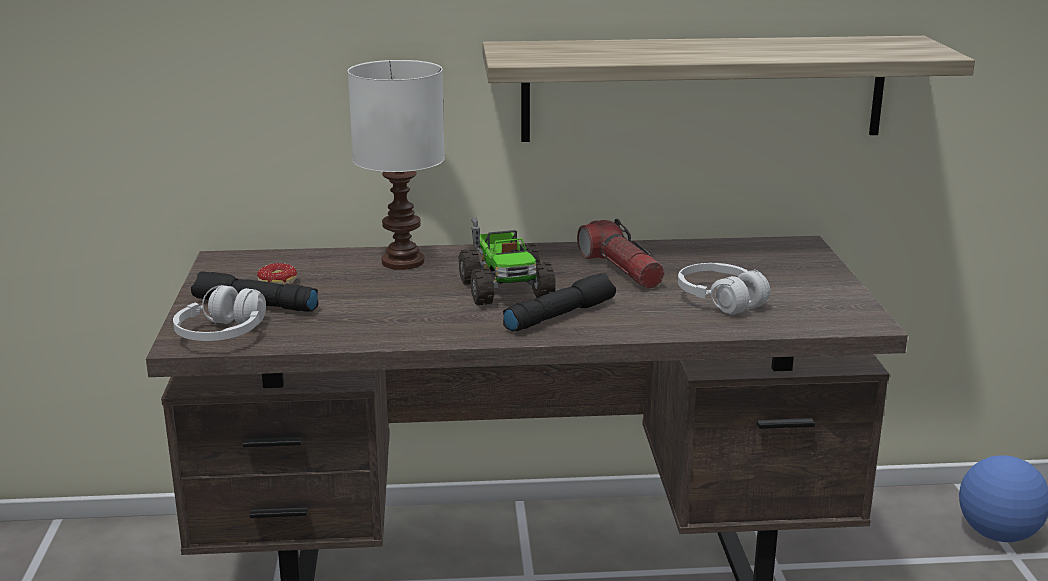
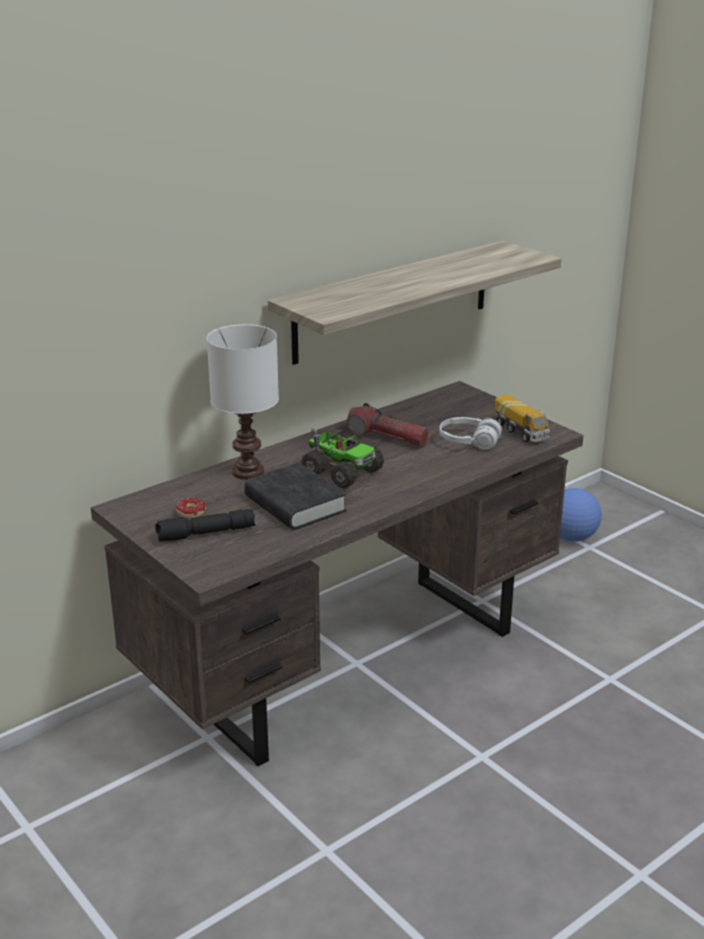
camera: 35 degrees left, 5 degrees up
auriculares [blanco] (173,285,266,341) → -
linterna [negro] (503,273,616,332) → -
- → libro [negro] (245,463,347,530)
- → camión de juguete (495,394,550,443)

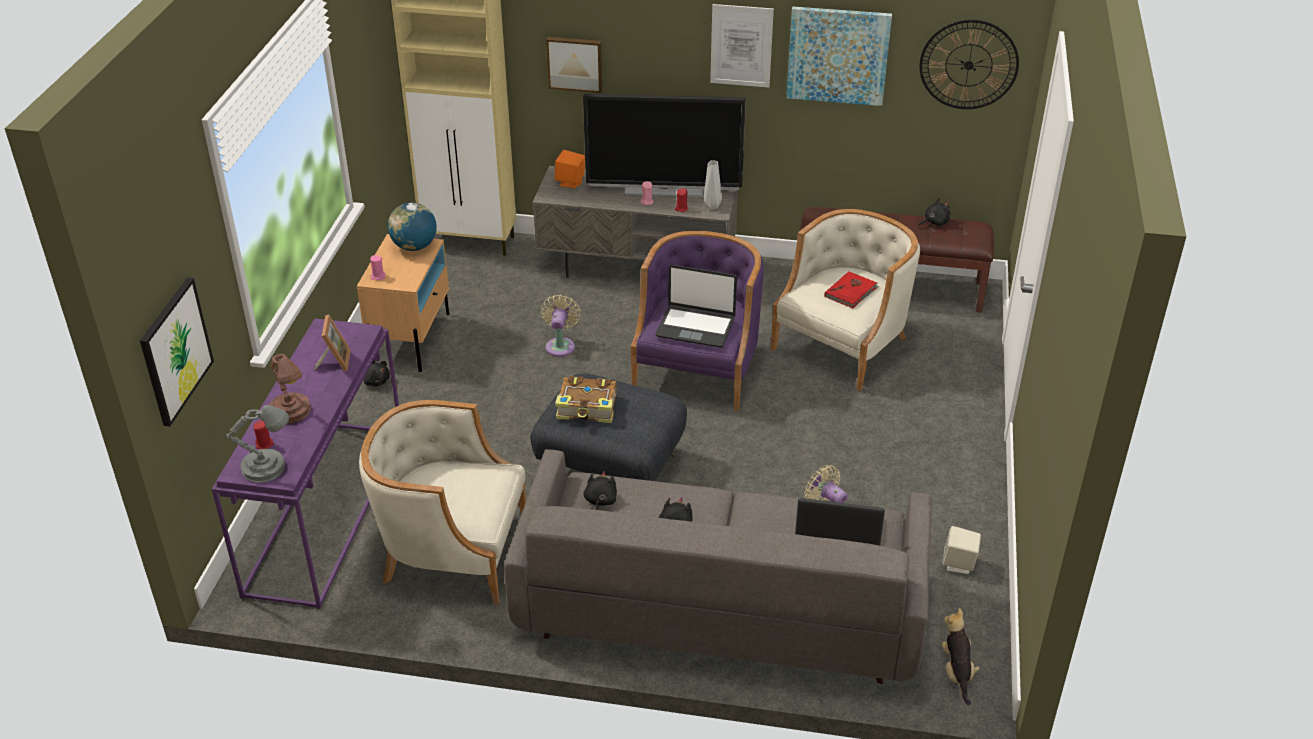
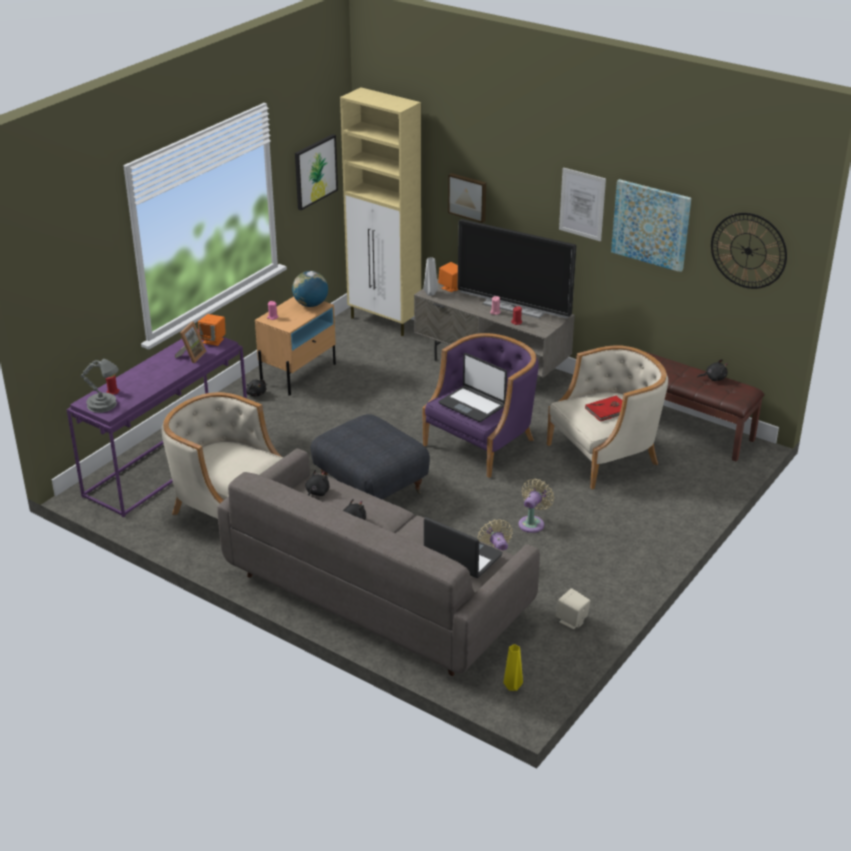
camera: 25 degrees right, 5 degrees down
cuadro (140,277,214,427) → cuadro (295,134,338,210), shifted
lámpara de mesa [marrón] (269,354,311,424) → -
ventilador [beis] (541,295,581,357) → ventilador [beis] (518,479,554,533), shifted
libro (555,376,617,423) → -
florero [gris] (704,160,722,210) → florero [gris] (424,257,438,296), shifted
peluche (942,608,980,705) → florero [amarillo] (503,644,523,691)
- → altavoz [naranja] (198,314,226,346)

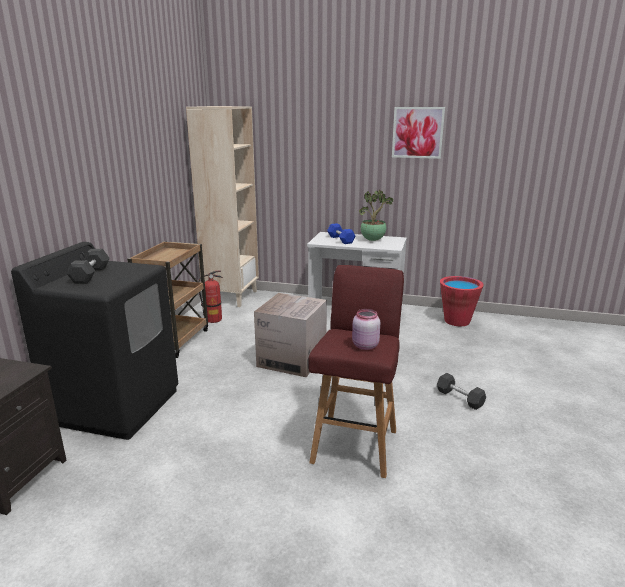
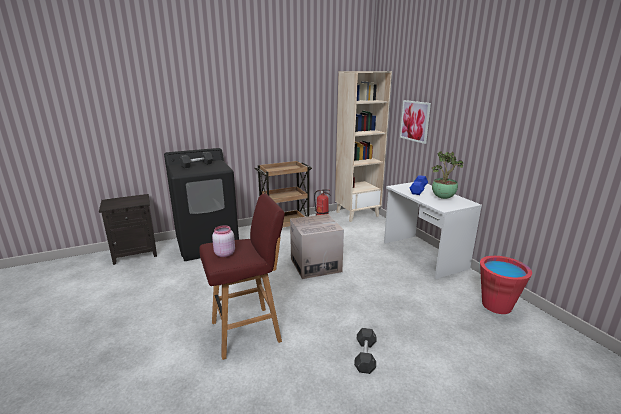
camera: 50 degrees right, 0 degrees up
cuadro (392,107,445,159) → cuadro (400,100,431,144), shifted

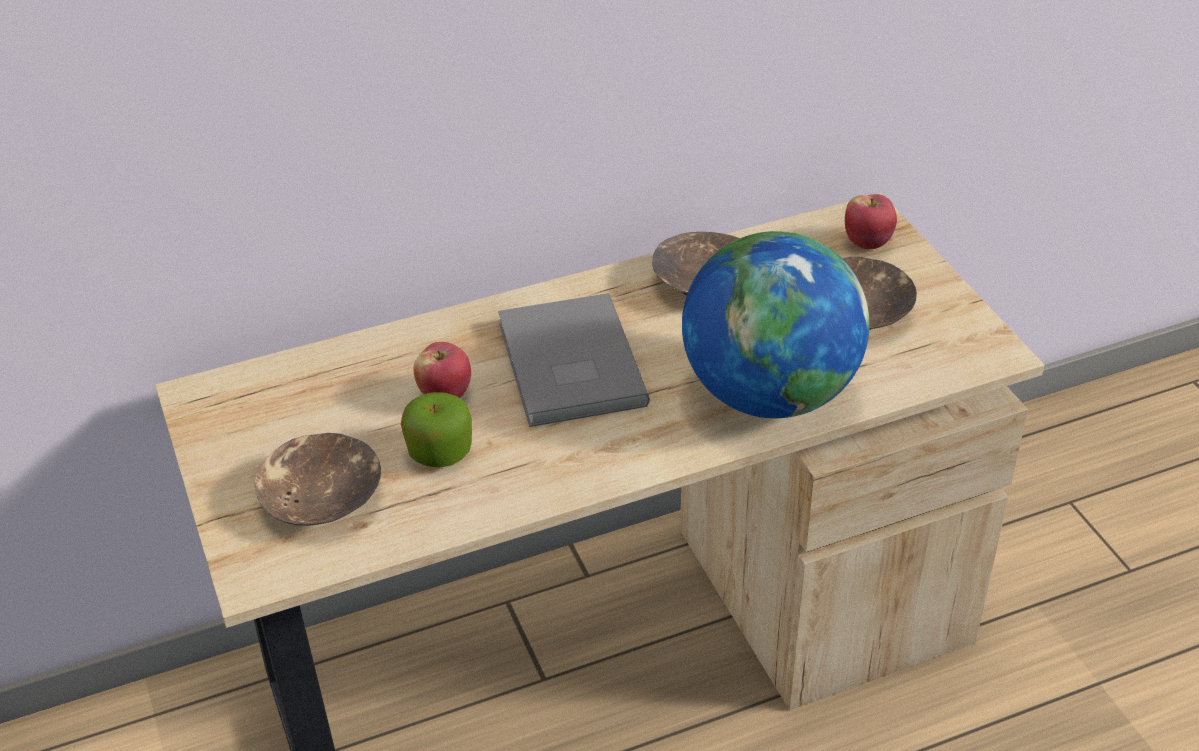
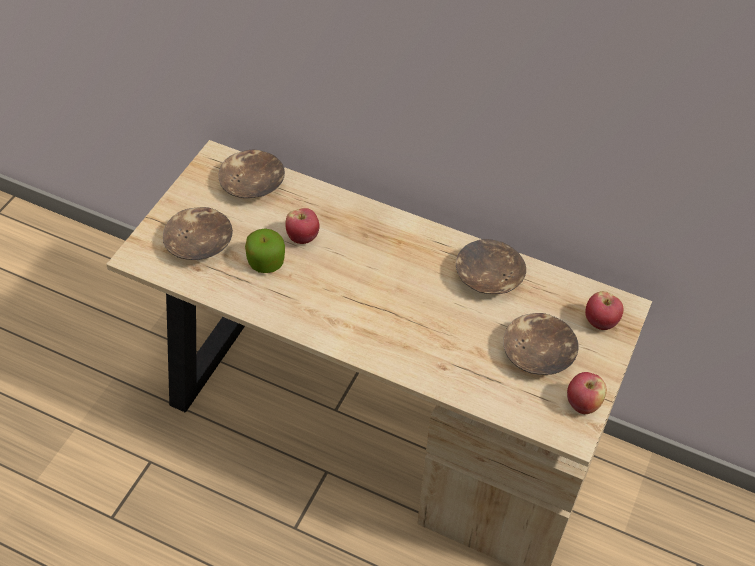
camera: 45 degrees right, 10 degrees up
libro [gris] (498,293,650,427) → -
globo terráqueo (682,231,869,418) → -
- → cuenco [marrón] (218,149,285,198)
- → manzana (567,372,607,414)

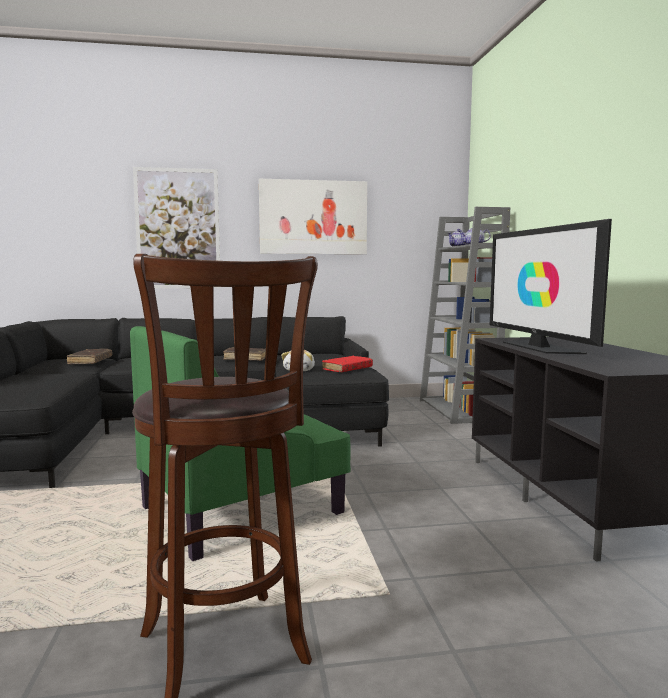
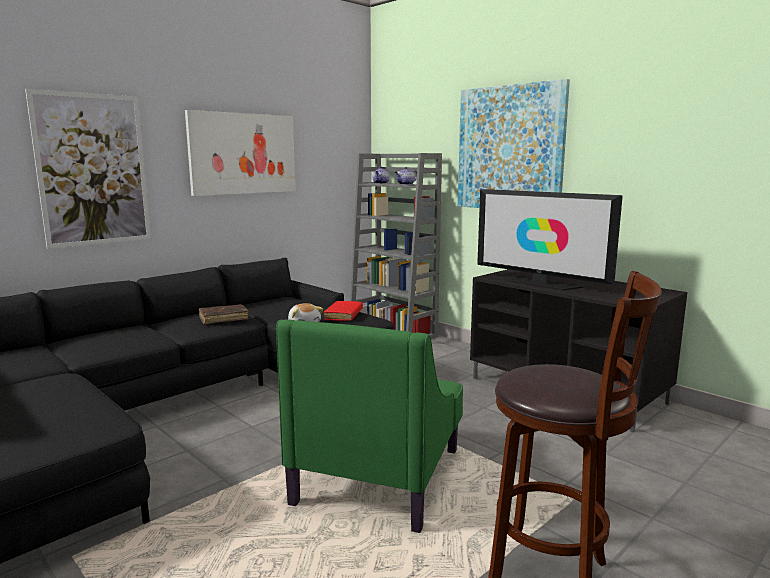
camera: 35 degrees left, 5 degrees up
libro [marrón] (66,349,112,365) → -
- → cuadro (458,79,570,208)

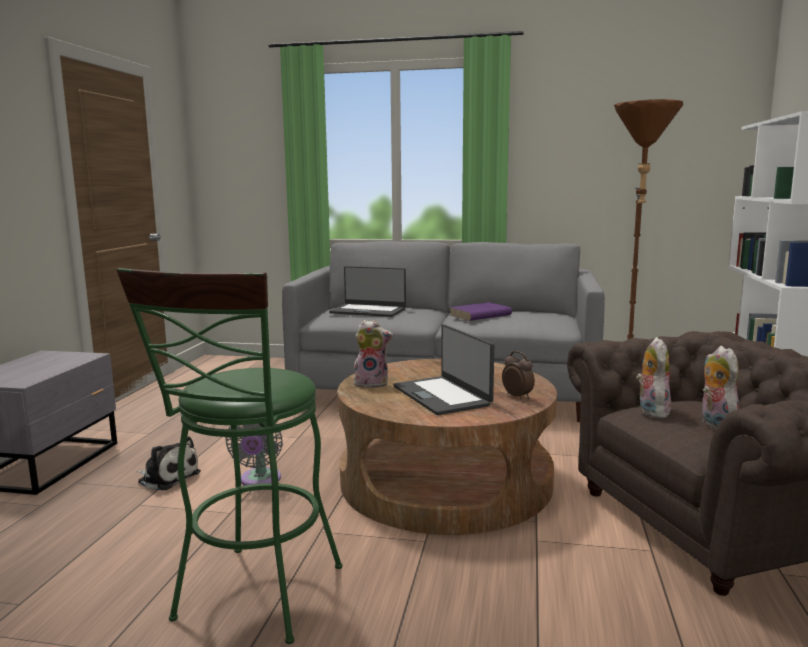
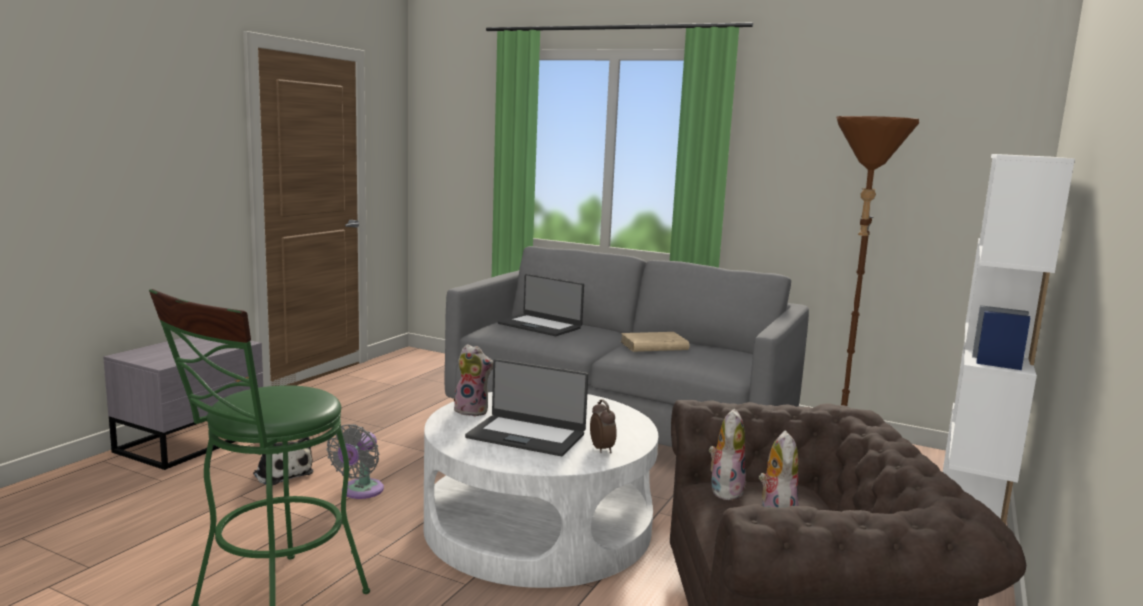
camera: 15 degrees right, 0 degrees up
mesa de centro [marrón] (337,359,557,535) → mesa de centro [blanco] (424,392,658,588)
portátil (393,324,494,415) → portátil (465,359,588,456), 60 degrees counterclockwise
libro [morado] (449,302,512,321) → libro [beis] (621,332,690,352)

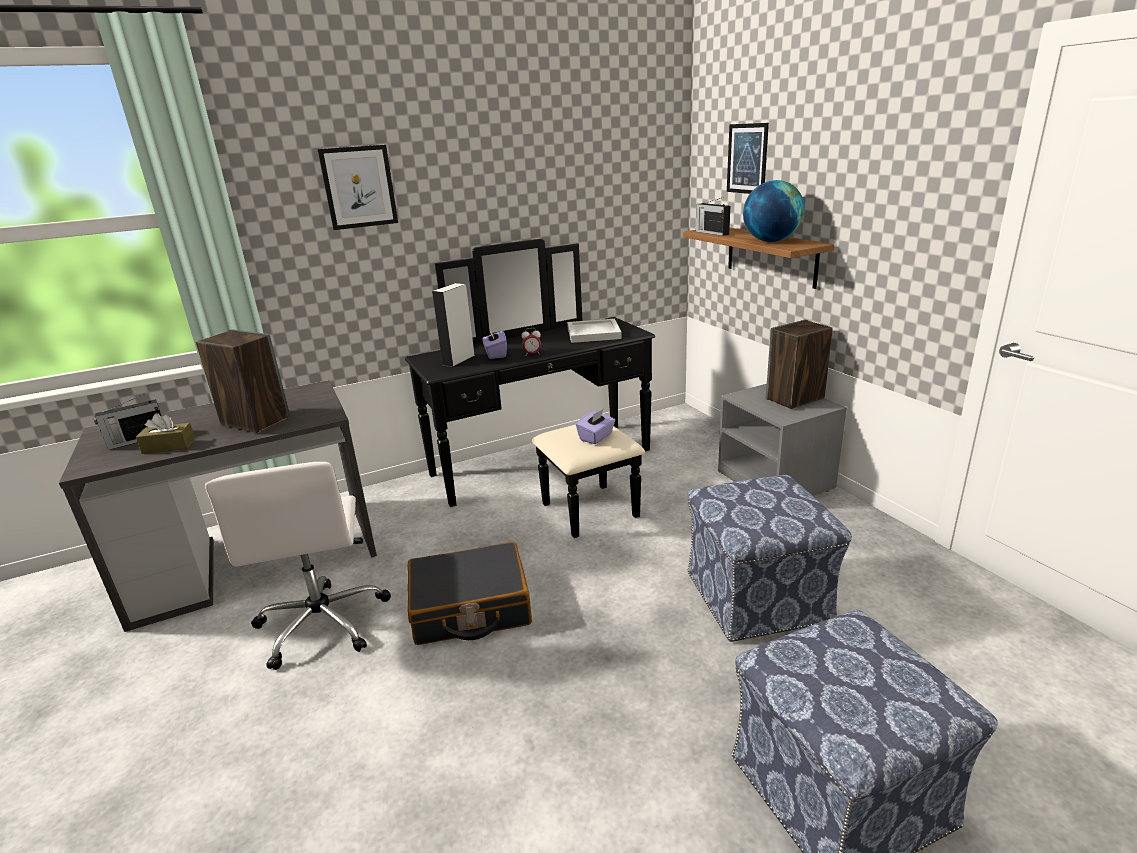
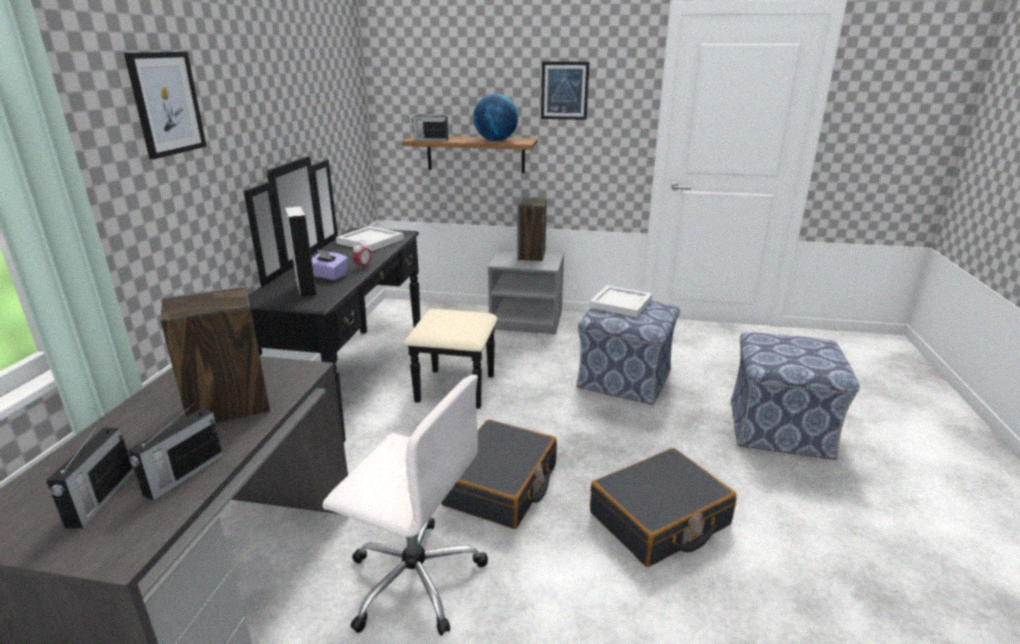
camera: 55 degrees left, 0 degrees up
caja de pañuelos [marrón] (136,413,195,454) → radio (128,402,223,501)
caja de pañuelos [morado] (576,409,615,444) → -
cuadro (727,123,769,194) → cuadro (541,61,590,120), shifted
- → bandeja [blanco] (589,285,652,317)
- → maleta [negro] (590,448,737,567)

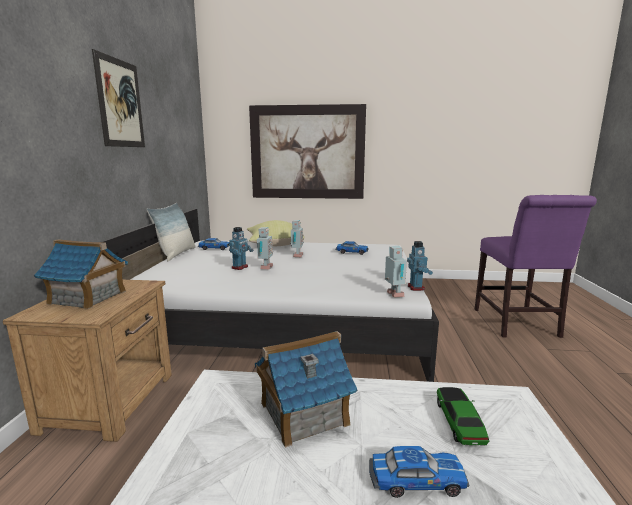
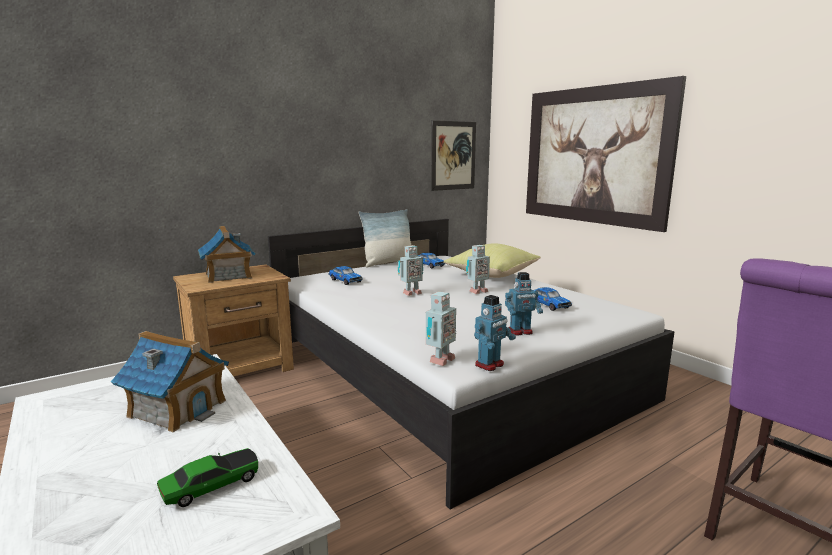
camera: 50 degrees right, 0 degrees up
cuadro (92,49,145,147) → cuadro (431,120,476,191), shifted
robot de juguete (229,227,254,270) → robot de juguete (505,272,543,336), shifted
coche de juguete (369,446,469,498) → coche de juguete (329,266,363,285), shifted

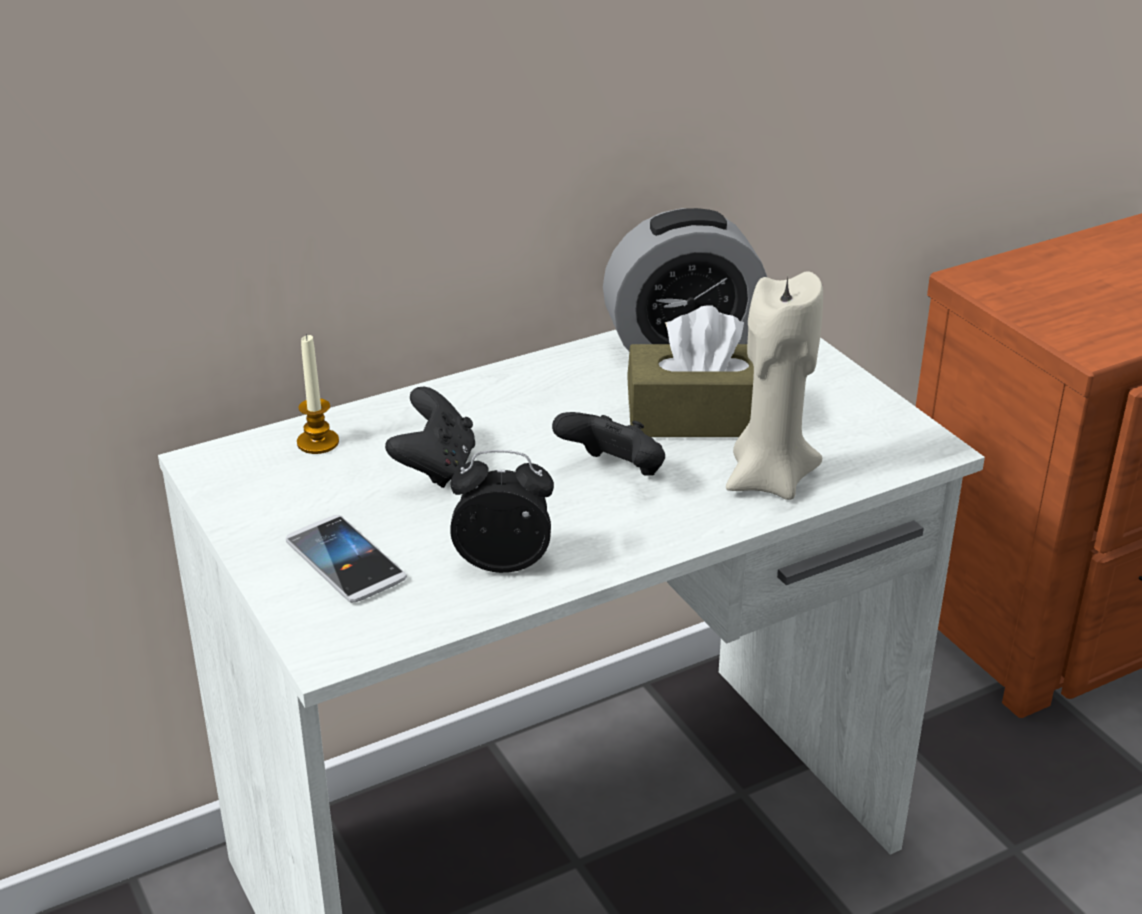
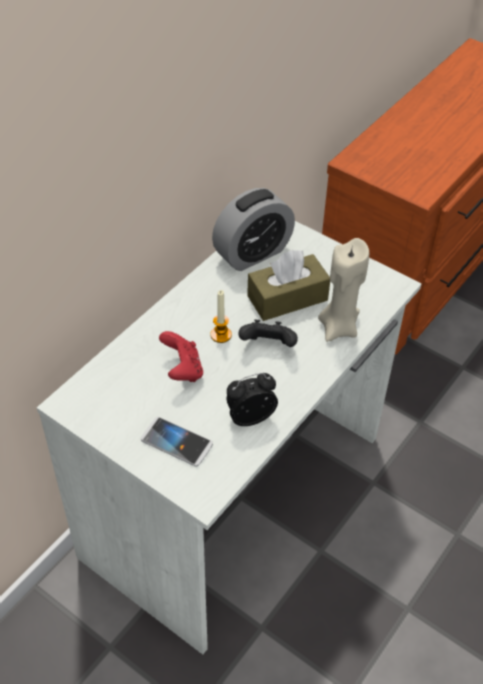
camera: 25 degrees left, 15 degrees up
vela (297,334,339,454) → vela (210,290,232,343), shifted
mando de consola [negro] (385,387,475,488) → mando de consola [rojo] (159,331,203,382)

